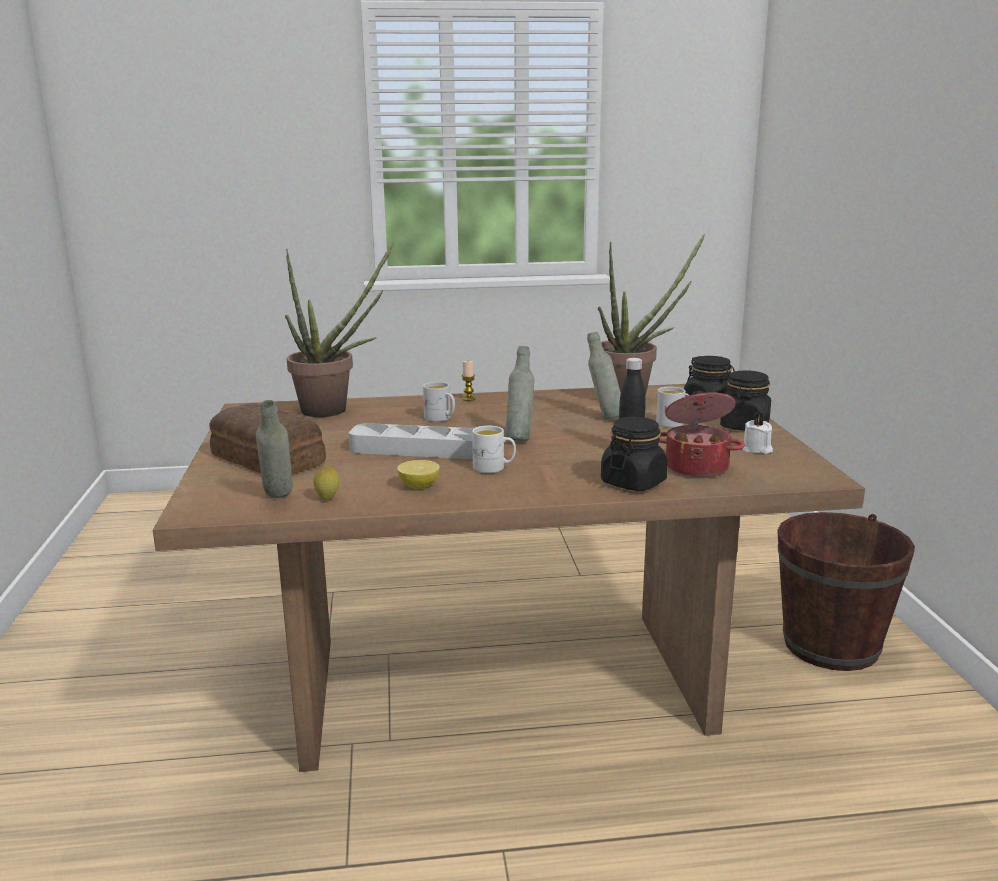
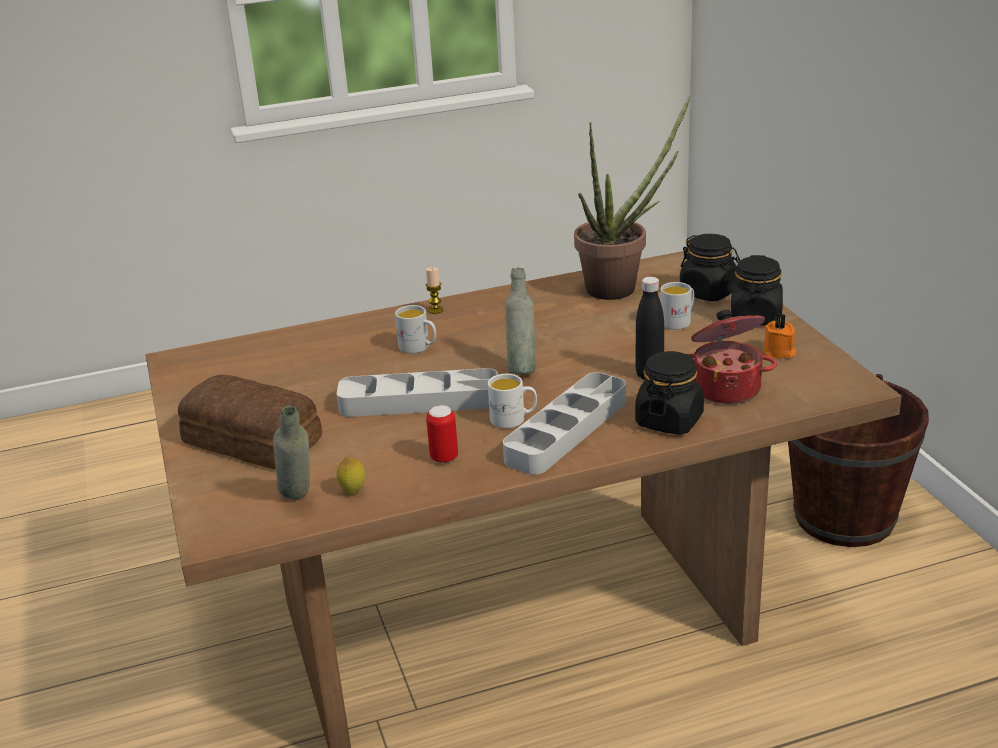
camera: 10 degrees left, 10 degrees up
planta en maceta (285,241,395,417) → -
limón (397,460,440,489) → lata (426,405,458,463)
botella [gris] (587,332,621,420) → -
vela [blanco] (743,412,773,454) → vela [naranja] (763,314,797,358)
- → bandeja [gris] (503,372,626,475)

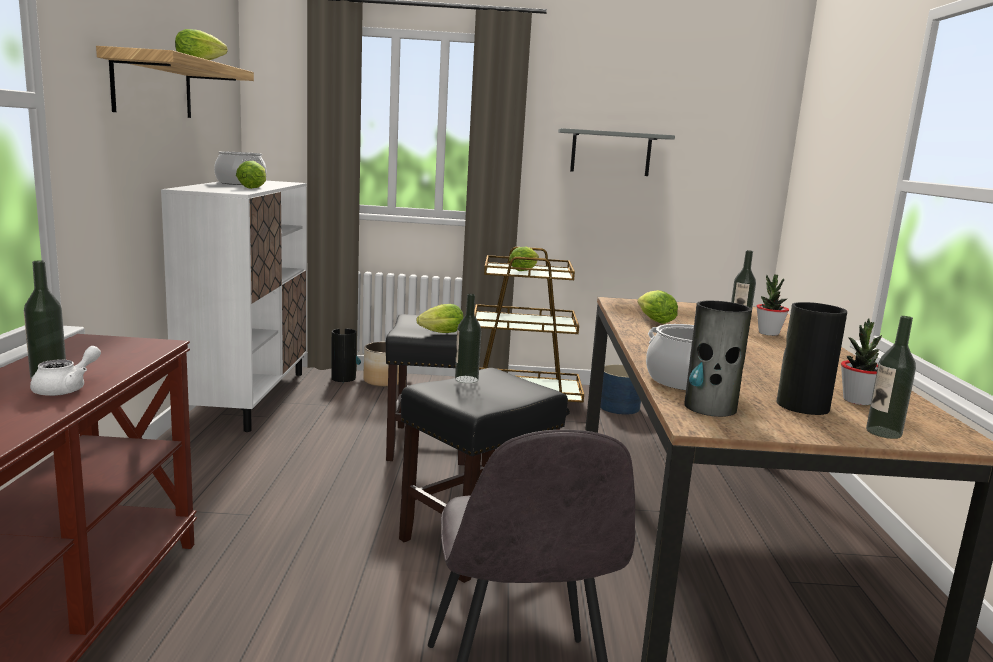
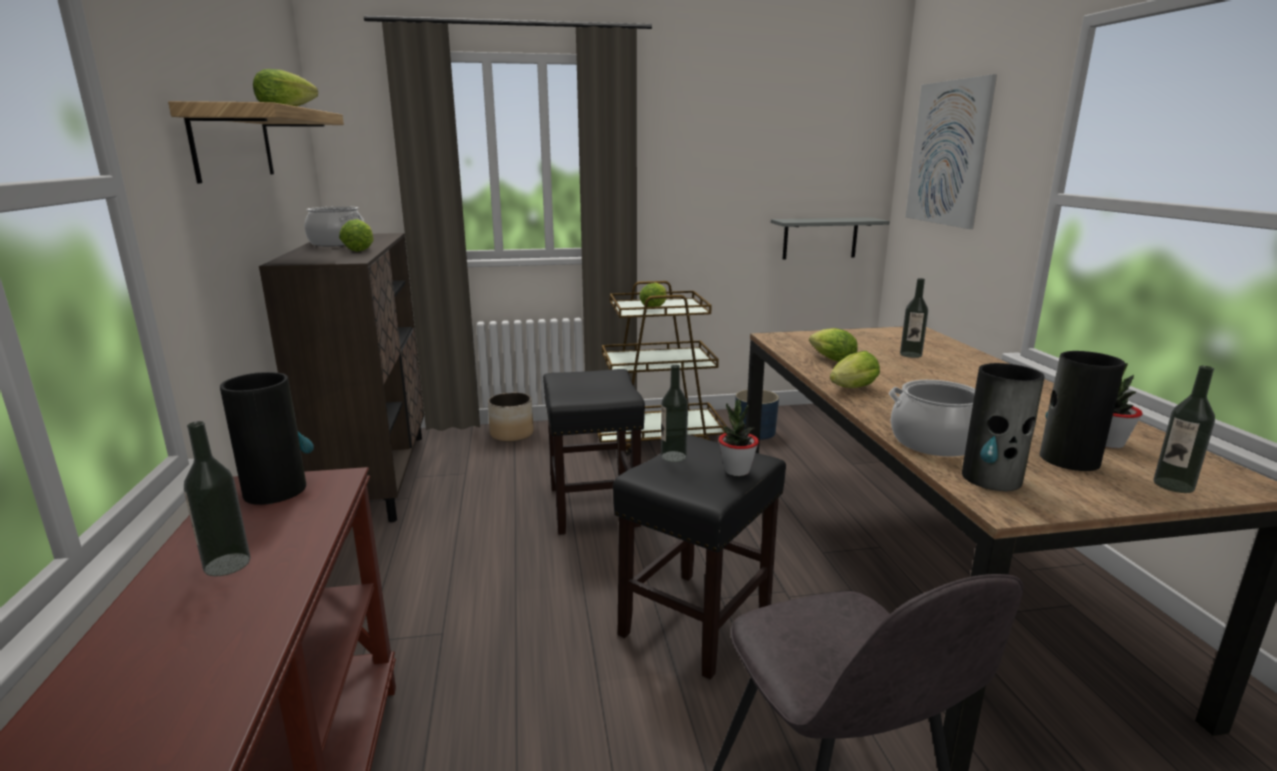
camera: 10 degrees left, 5 degrees up
tetera [blanco] (30,346,101,396) → -
armario [blanco] (161,181,307,432) → armario [marrón] (259,233,424,522)
florero (331,329,361,382) → florero (220,372,314,505), shifted
lechuga (417,304,464,333) → lechuga (830,351,880,388), shifted
estante [gris] (558,128,675,176) → estante [gris] (771,217,889,260), shifted
planta en maceta (756,274,789,336) → planta en maceta (718,400,759,476), shifted
- → cuadro (905,74,997,229)

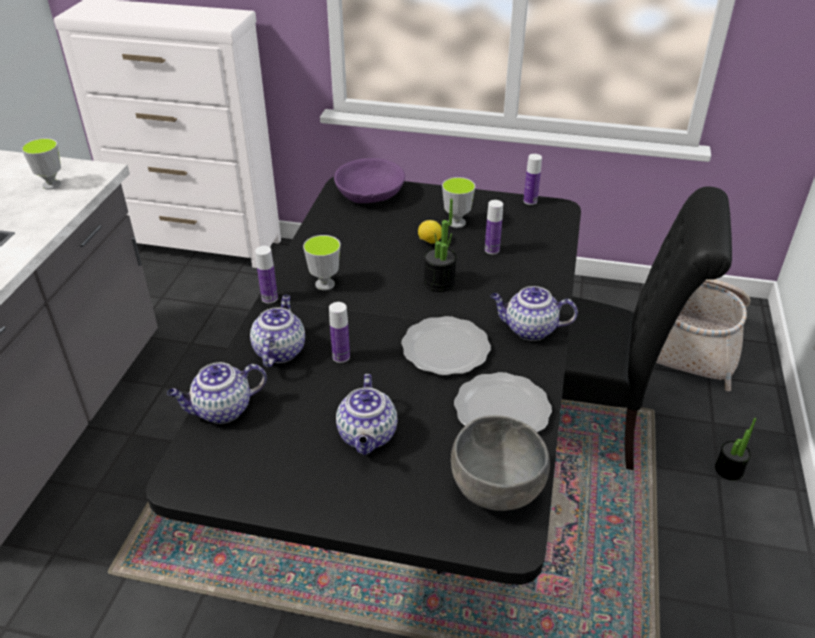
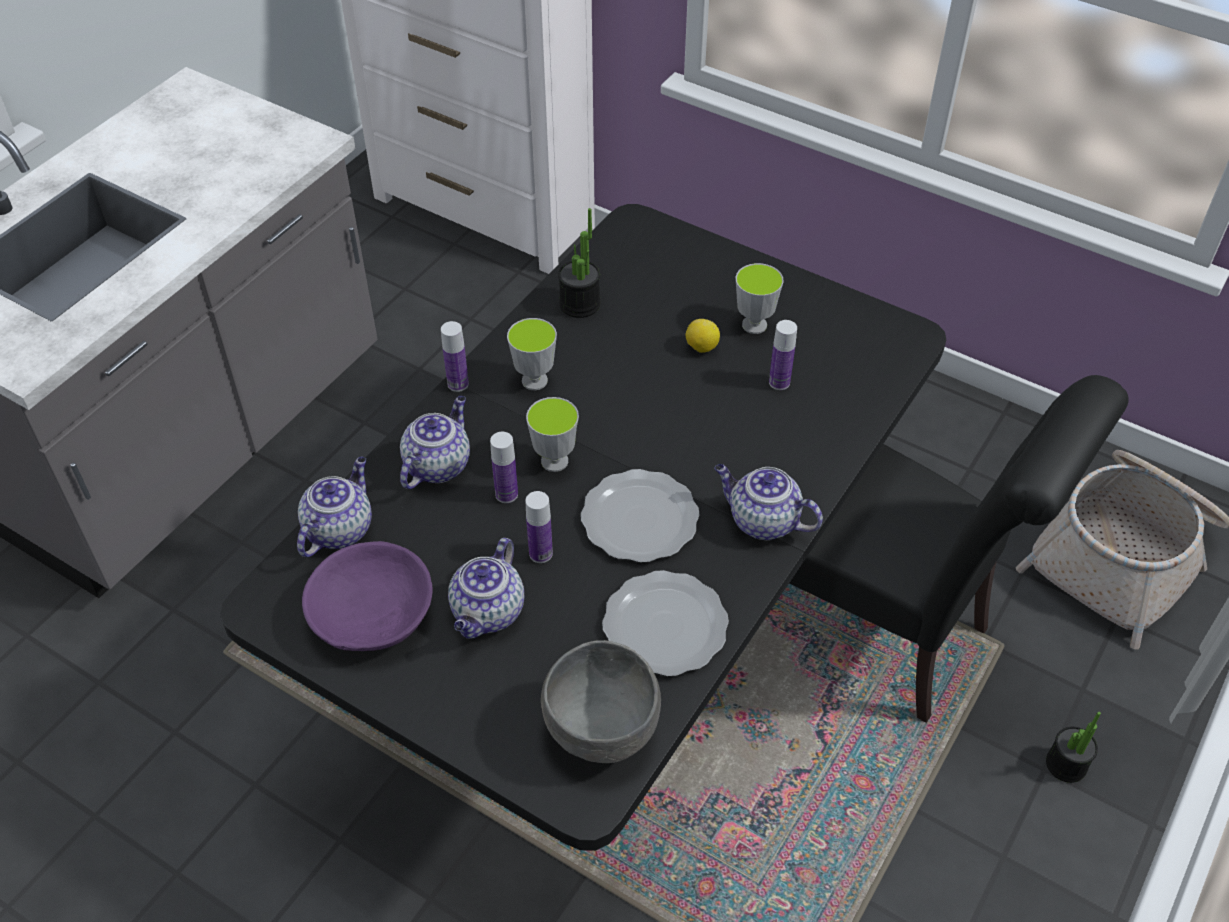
camera: 20 degrees right, 10 degrees up
taza (22,138,61,190) → taza (526,397,579,472), shifted
tetera (167,362,267,424) → tetera (297,457,372,557), 120 degrees clockwise
cuenco [morado] (334,158,405,203) → cuenco [morado] (302,541,432,651), shifted
planta en maceta (423,199,457,292) → planta en maceta (558,208,600,318), shifted
botella (523,154,542,205) → botella (526,491,553,563), shifted

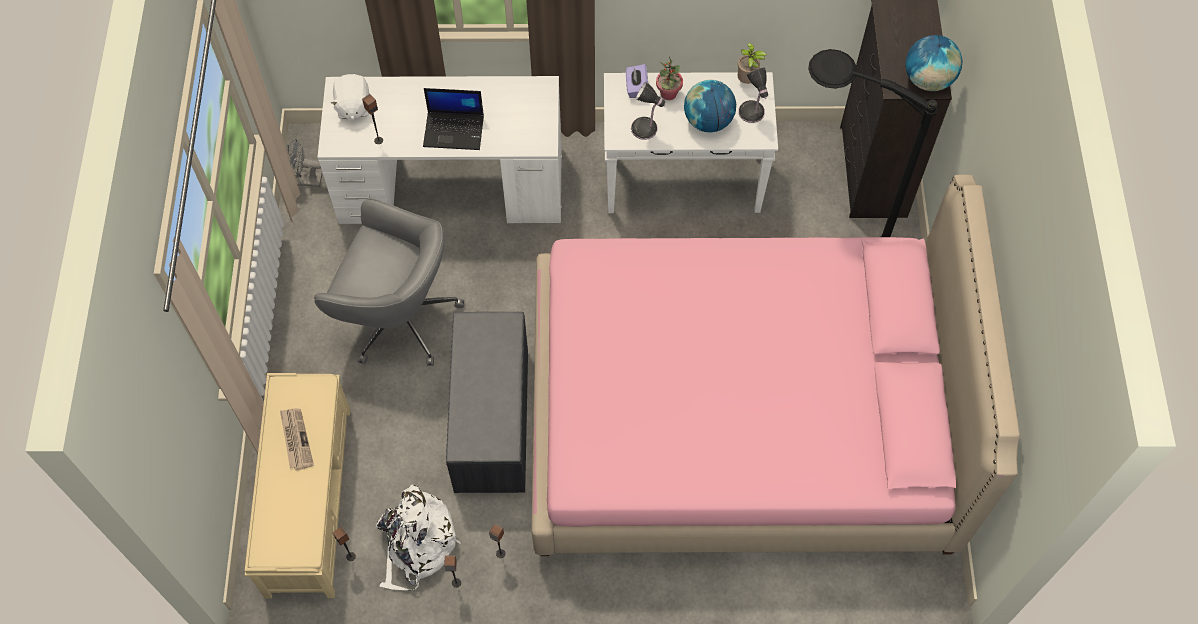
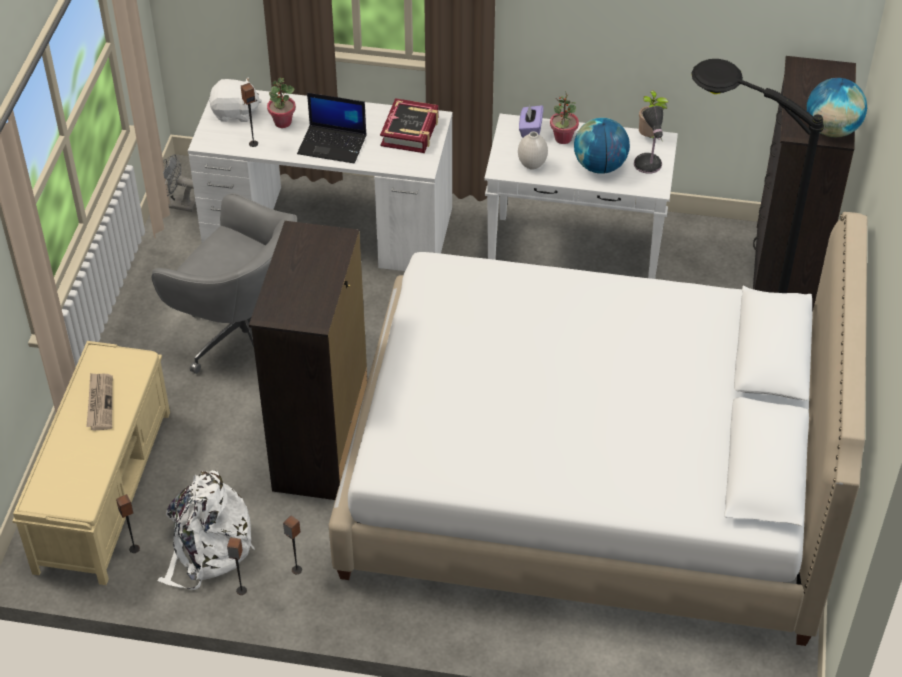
camera: 10 degrees right, 15 degrees down
peluche [blanco] (330,74,369,120) → peluche [blanco] (209,77,262,122), 90 degrees counterclockwise
banco [gris] (446,312,528,493) → cómoda [negro] (249,221,367,500)
cama [rosa] (531,174,1020,556) → cama [blanco] (329,212,867,646)
lámpara de mesa (631,82,666,140) → florero [blanco] (518,131,548,170)
- → planta en maceta (267,77,296,128)
- → libro (380,98,439,153)

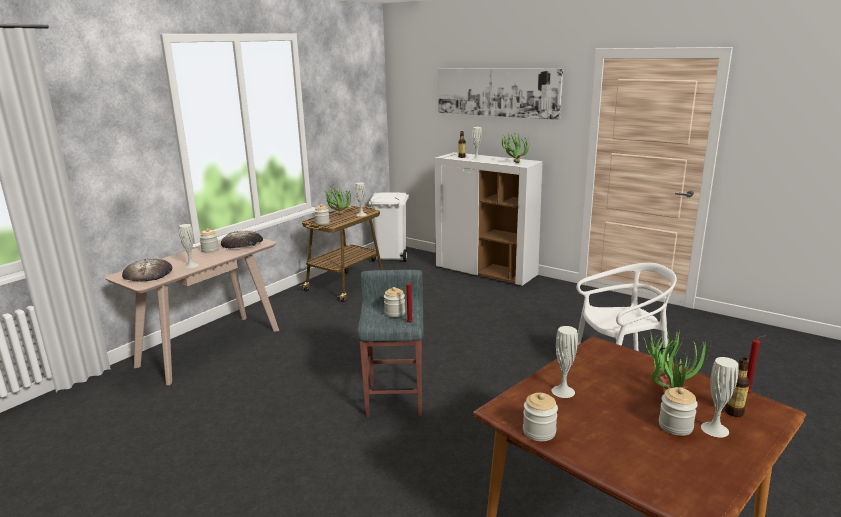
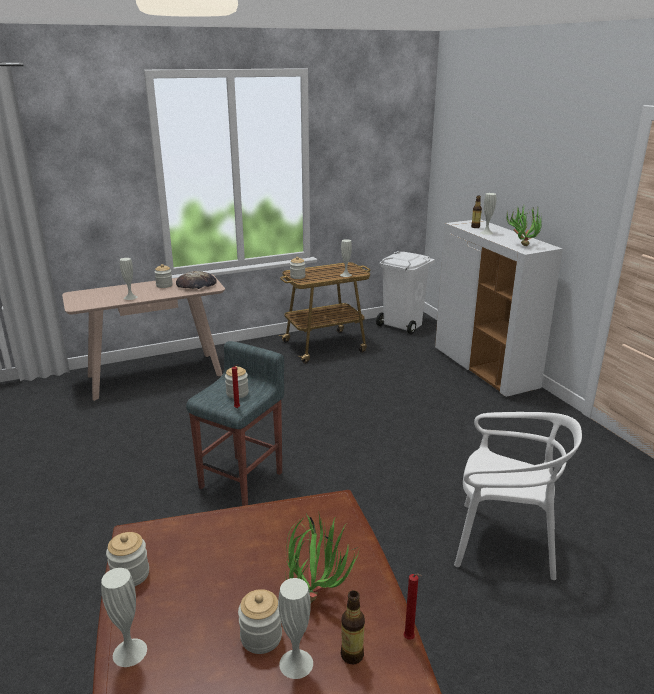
camera: 30 degrees right, 5 degrees up
pan (122,259,172,282) → -
planta en maceta (323,186,351,215) → -
cuadro (438,68,563,120) → -
florero [blanco] (552,326,578,398) → florero [blanco] (101,568,147,667), shifted

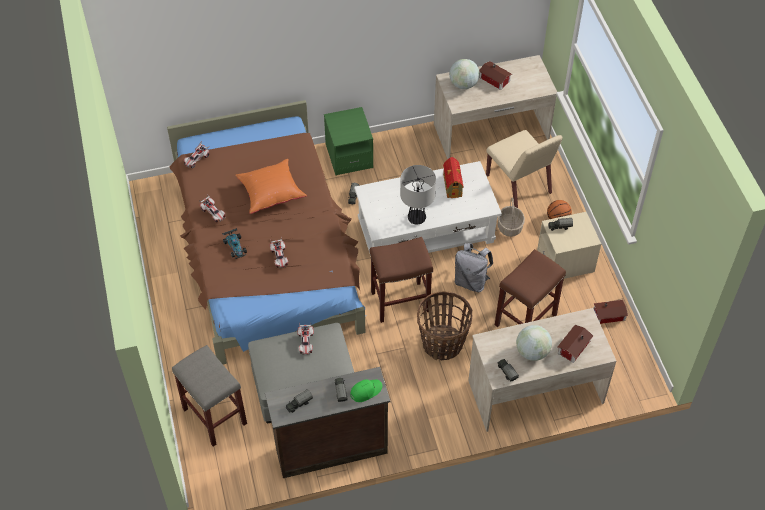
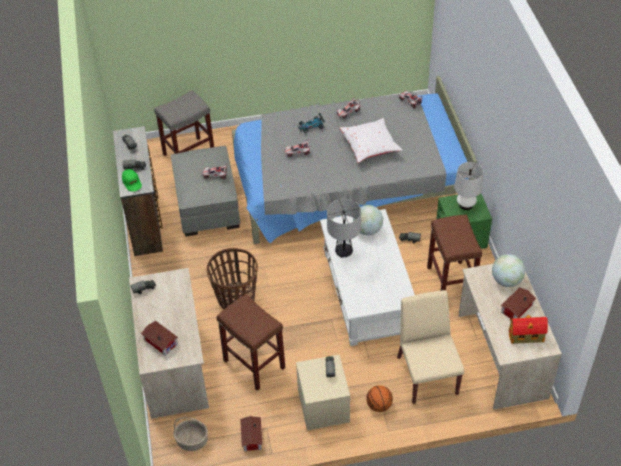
camera: 95 degrees right, 5 degrees down
cama [marrón] (167,100,366,364) → cama [gris] (232,76,477,244)
cojín [naranja] (235,159,307,214) → cojín [blanco] (340,118,403,163)
taburete [marrón] (370,237,433,323) → taburete [marrón] (427,215,482,291), shifted
casita (443,157,464,198) → casita (509,315,548,344), shifted
mochila [gris] (455,243,493,292) → -
silla [beis] (486,130,563,208) → silla [beis] (397,290,464,404), 105 degrees clockwise
cesta (498,198,525,237) → cesta (174,417,208,451), shifted
globo terráqueo (516,325,552,361) → globo terráqueo (353,205,383,235), shifted
- → lámpara de mesa [blanco] (454,162,483,210)

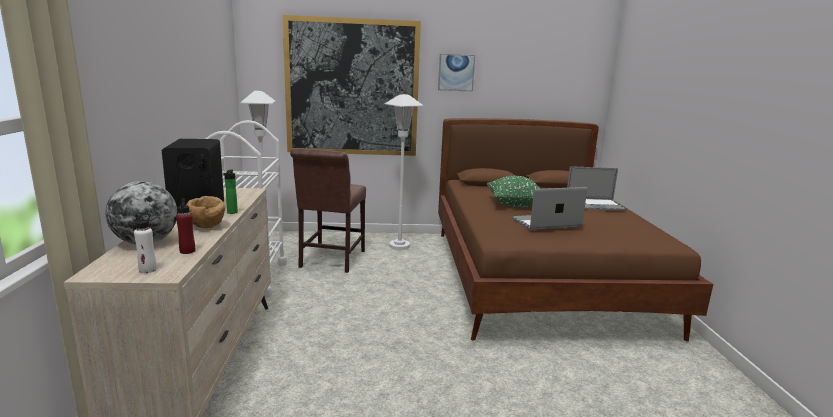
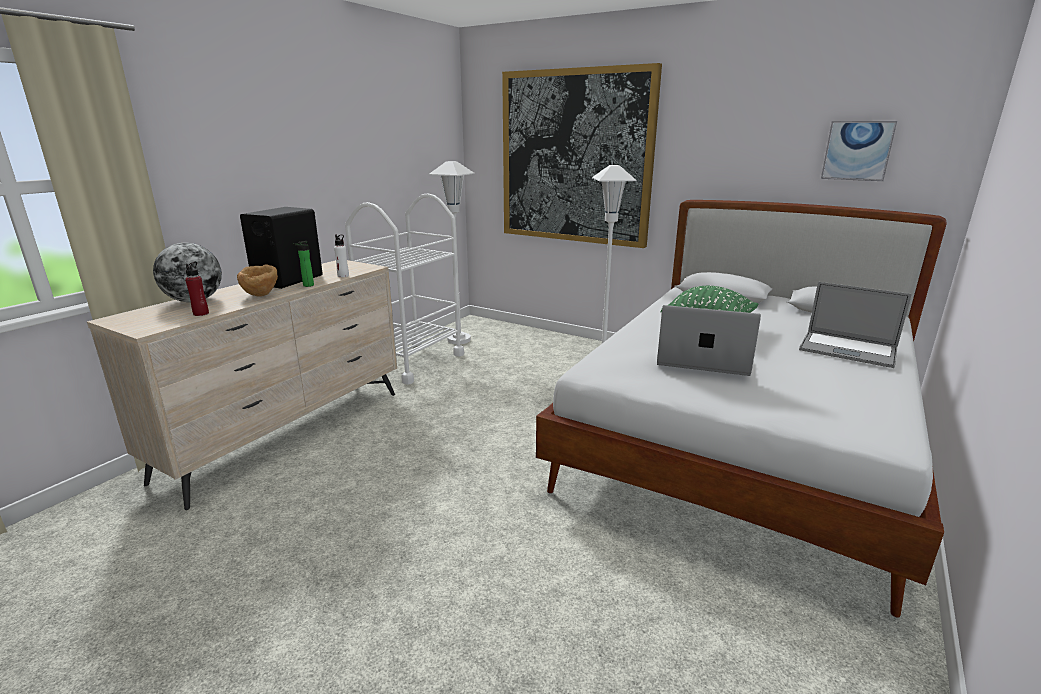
camera: 35 degrees right, 5 degrees up
botella [blanco] (134,213,157,273) → botella [blanco] (334,234,349,277), shifted
silla [marrón] (290,148,366,273) → -
cuadro (438,54,475,92) → cuadro (821,121,897,181), shifted
cama [marrón] (438,118,713,341) → cama [blanco] (536,200,947,618)

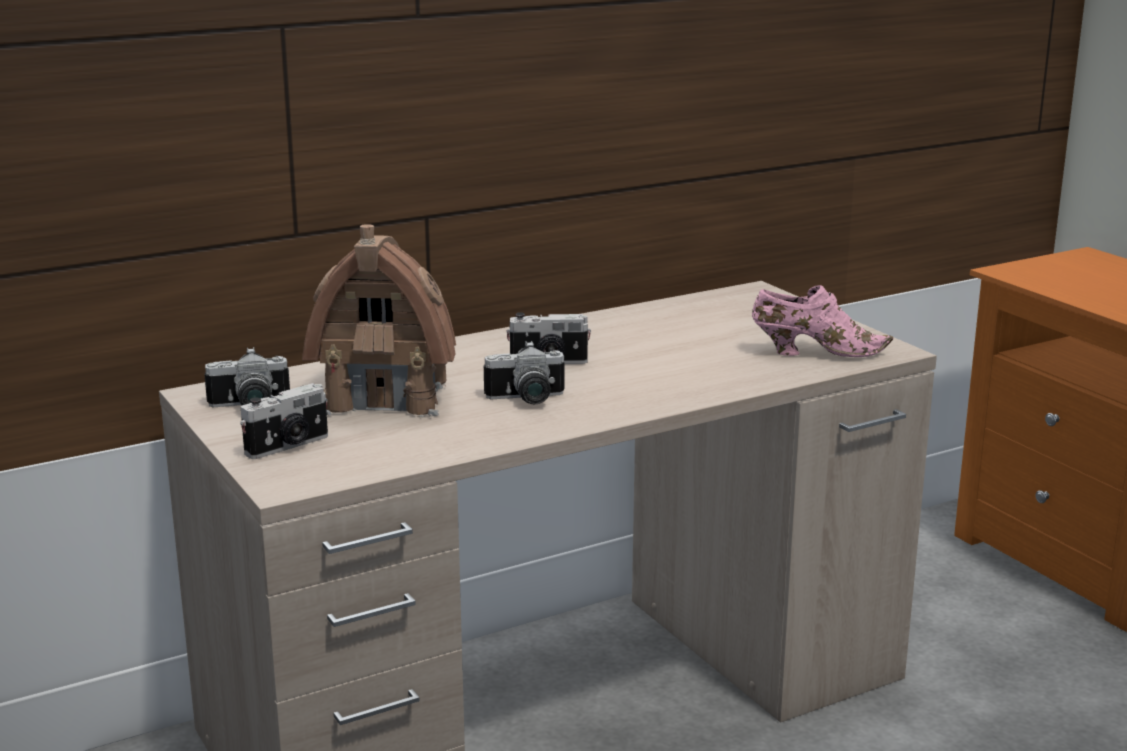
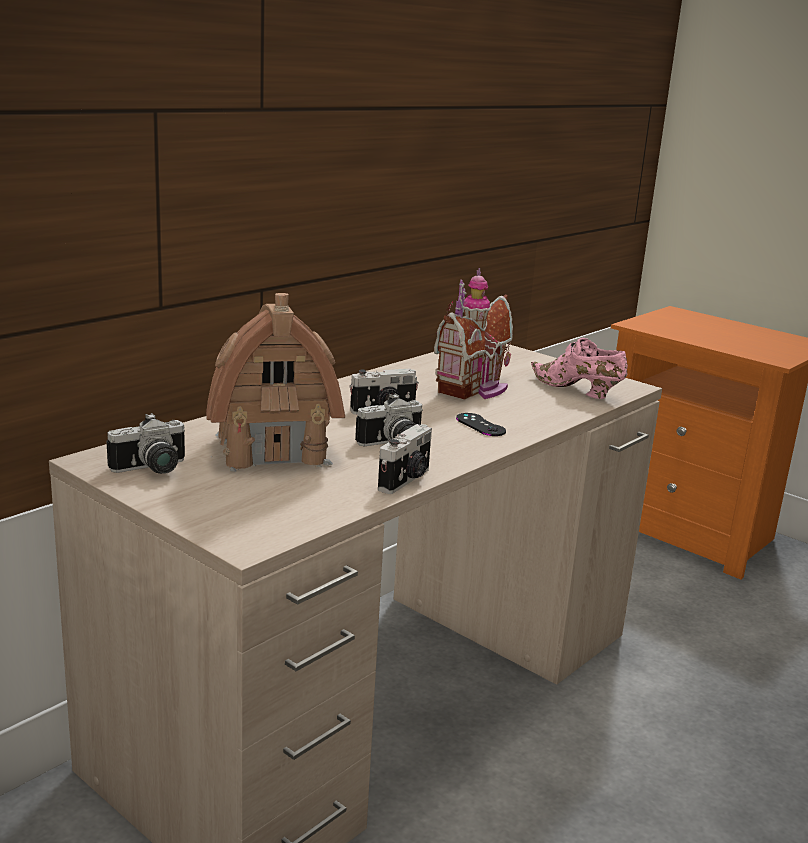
camera: 20 degrees left, 0 degrees up
cámara (240,383,328,459) → cámara (378,424,432,494), shifted
zapato [rosa] (752,285,893,357) → zapato [rosa] (531,338,628,399), 120 degrees counterclockwise
- → casita (434,267,513,400)
- → mando de consola [negro] (456,413,506,436)

